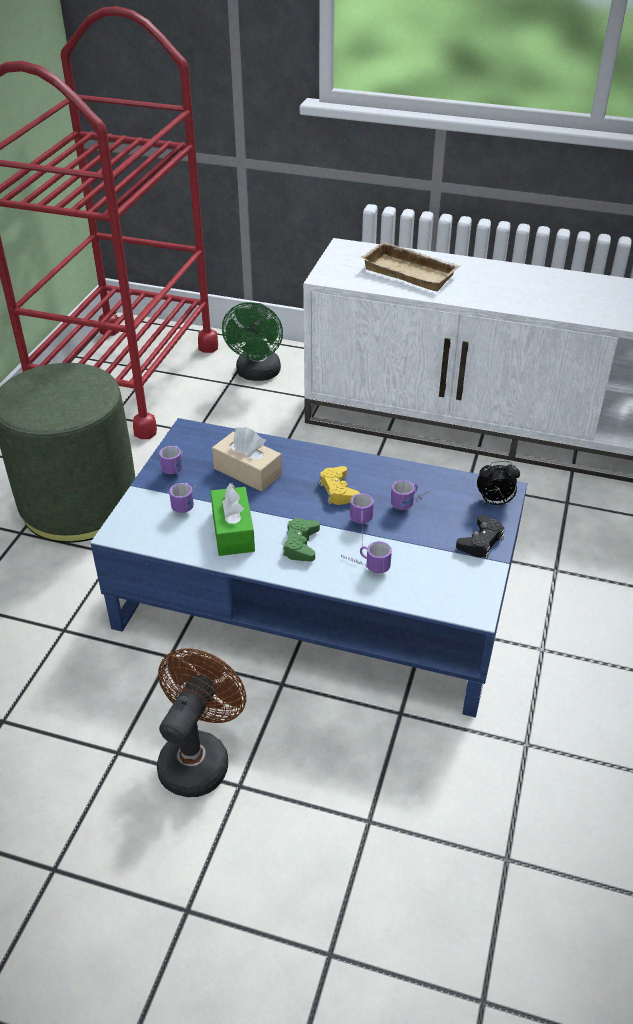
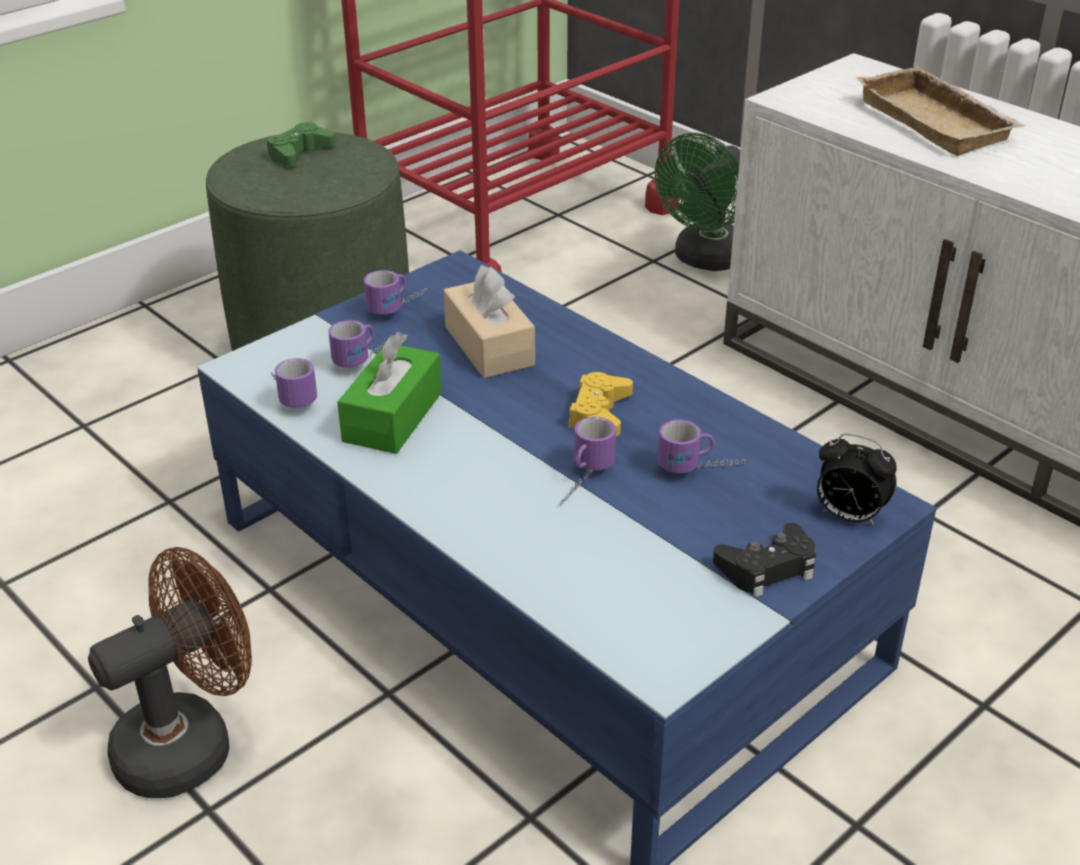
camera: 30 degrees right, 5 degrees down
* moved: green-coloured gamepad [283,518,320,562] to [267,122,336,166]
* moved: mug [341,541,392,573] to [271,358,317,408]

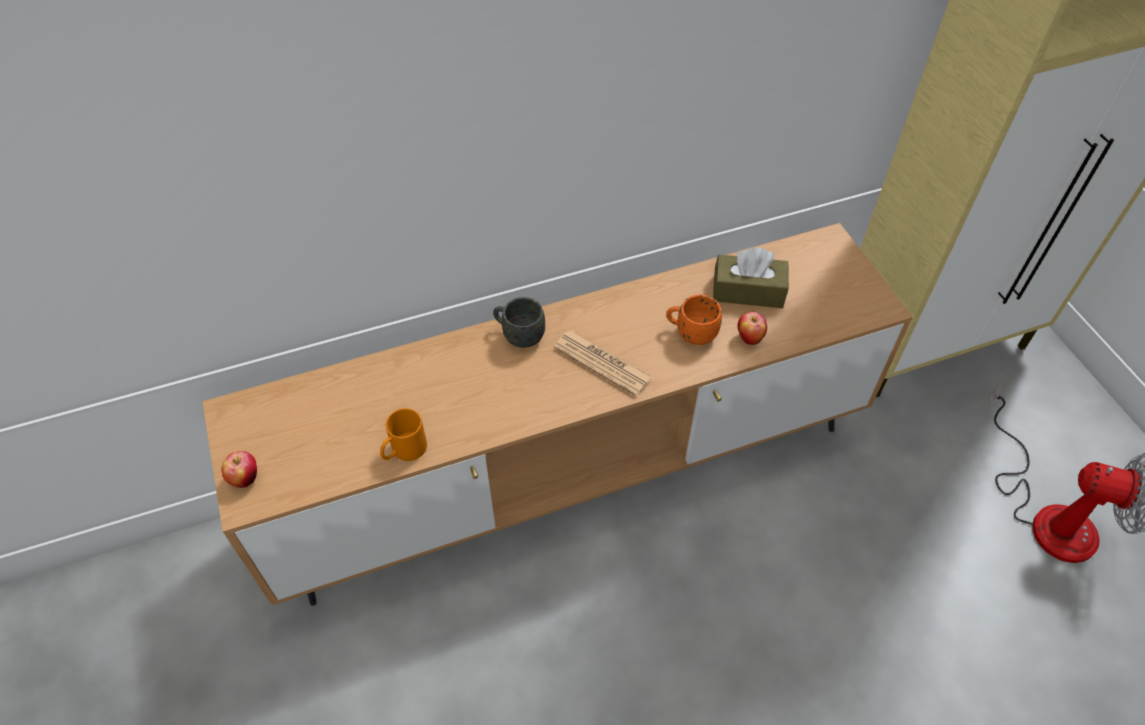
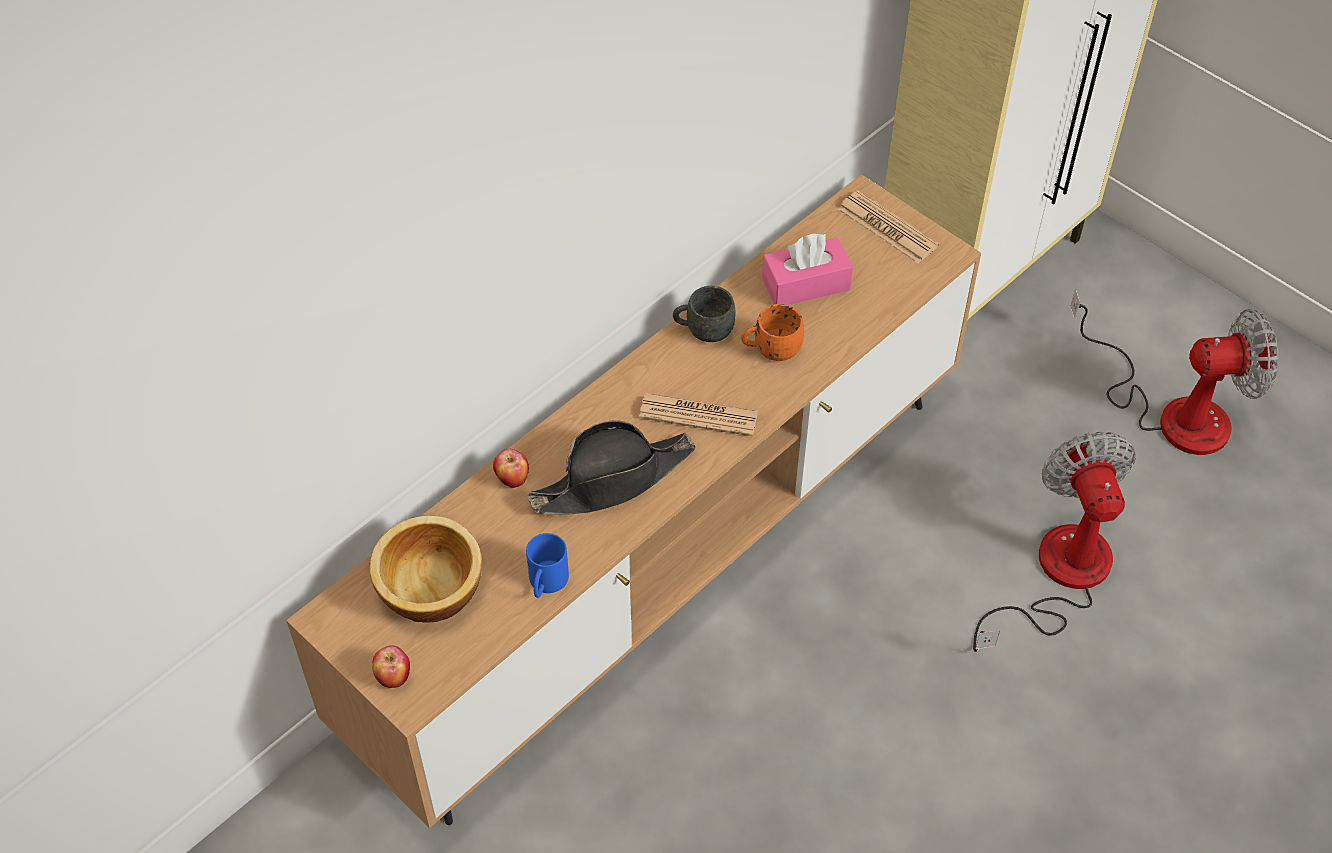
camera: 25 degrees left, 0 degrees up
* added: bowl [369,516,482,623]
* moved: whole apple [738,312,767,345] to [493,449,529,488]
* recoloured: orange mug [380,408,427,461] to blue-coloured mug [526,533,569,598]
* added: blackish wearable hat [528,420,696,515]
* moved: gray mug [493,297,545,348] to [673,286,736,342]
* recoloured: brownish tissue box [713,248,789,308] to pink tissue box [762,234,853,305]
* added: daily paper [837,190,939,264]
* added: cooling fan [973,431,1136,652]

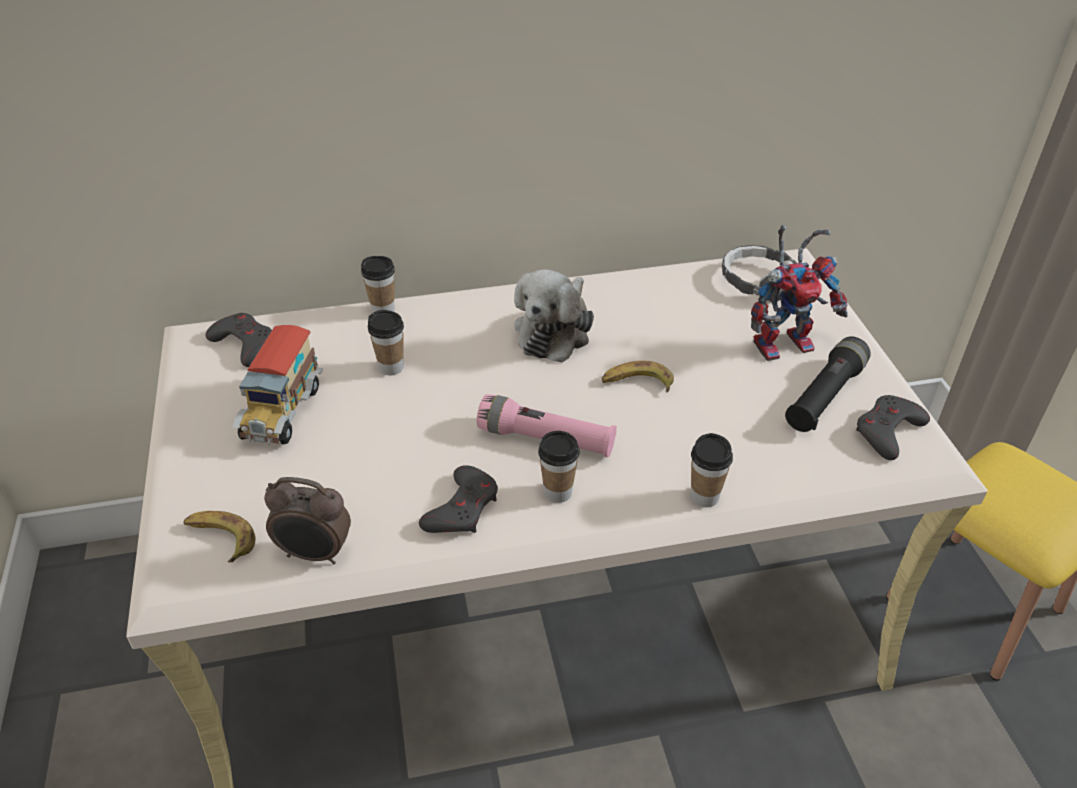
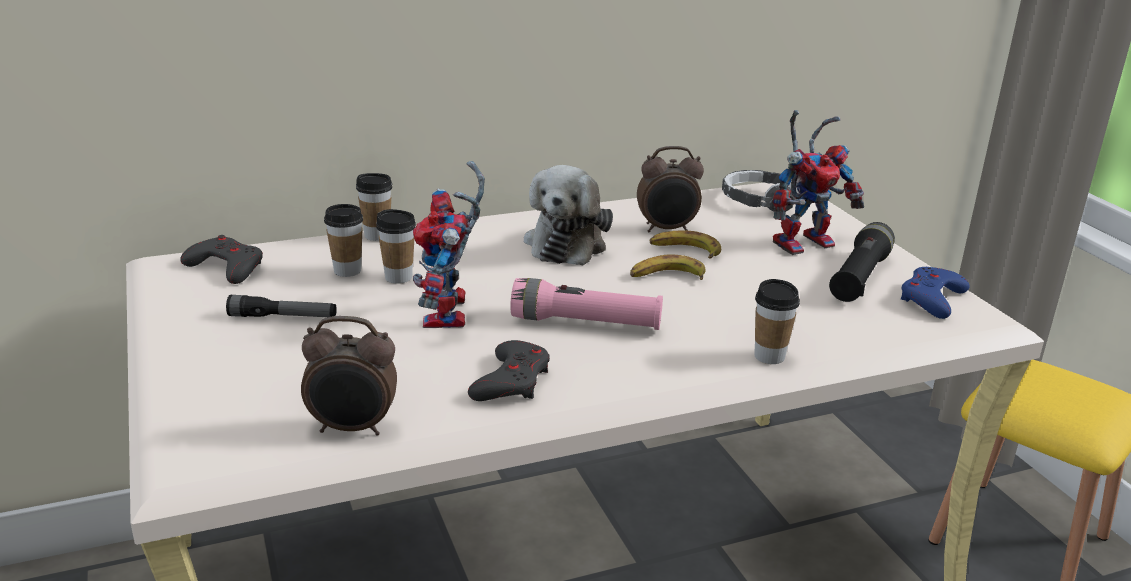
camera: 10 degrees left, 15 degrees down
* replaced: toy truck [232,325,323,445] to hand torch [226,295,337,317]
* moved: cup [538,431,580,503] to [324,204,363,277]
* added: toy robot [413,161,485,328]
* added: table clock [637,146,704,232]
* moved: banana [183,511,255,562] to [650,231,721,259]
* recoloured: gray gamepad [856,395,930,460] to blue-coloured gamepad [901,267,970,319]

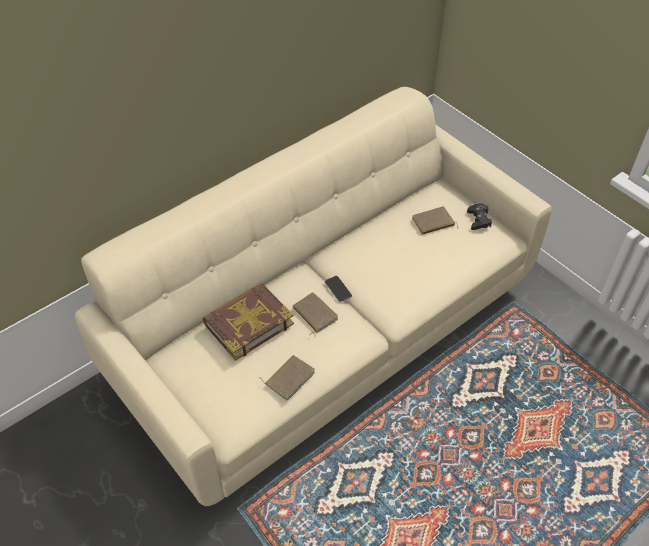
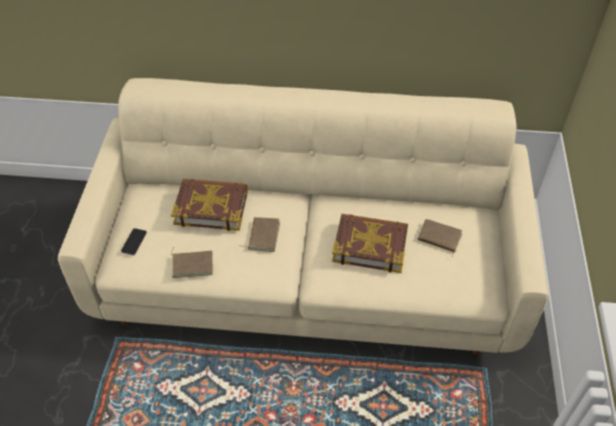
camera: 45 degrees right, 0 degrees up
* moved: handset [325,276,352,302] to [121,228,147,256]
* added: bound book [332,214,408,273]
* removed: blackish gamepad [467,203,492,230]

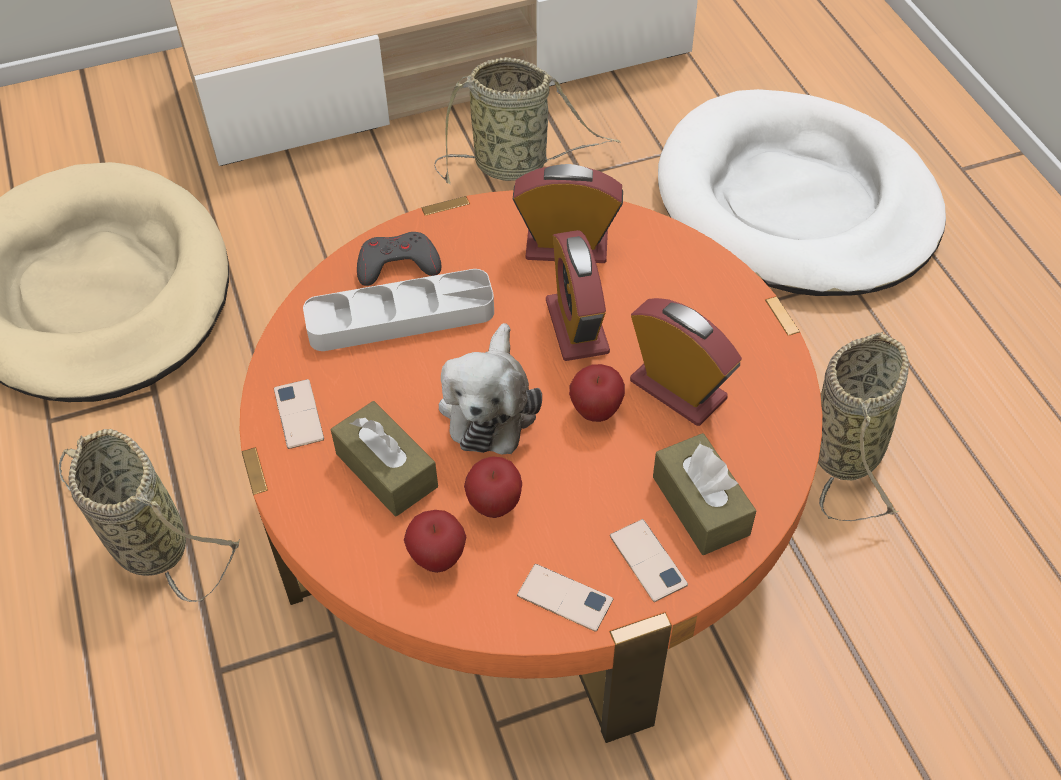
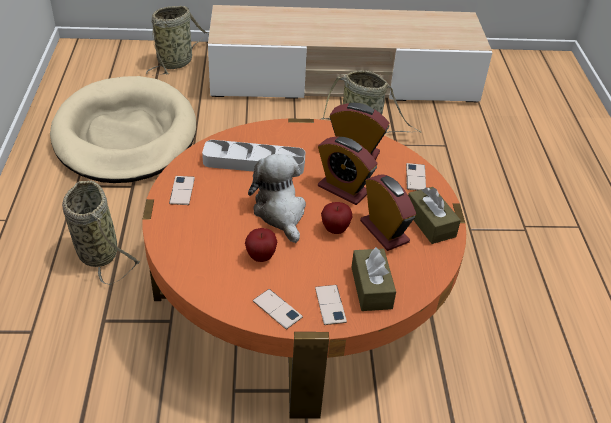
camera: 15 degrees right, 10 degrees down
* moved: storage basket [818,332,909,521] to [146,6,209,75]
* turned: soft toy [439,323,542,455] = [248,154,306,243] 135 degrees clockwise
* turned: table clock [546,230,610,361] = [318,136,378,205] 60 degrees counterclockwise
* added: handset [406,163,426,191]
* moved: brownish tissue box [331,401,438,516] to [408,187,461,244]
* removed: gray gamepad [357,232,441,286]
* removed: whole apple [404,510,467,573]
* removed: whitish dog bed [658,89,946,296]

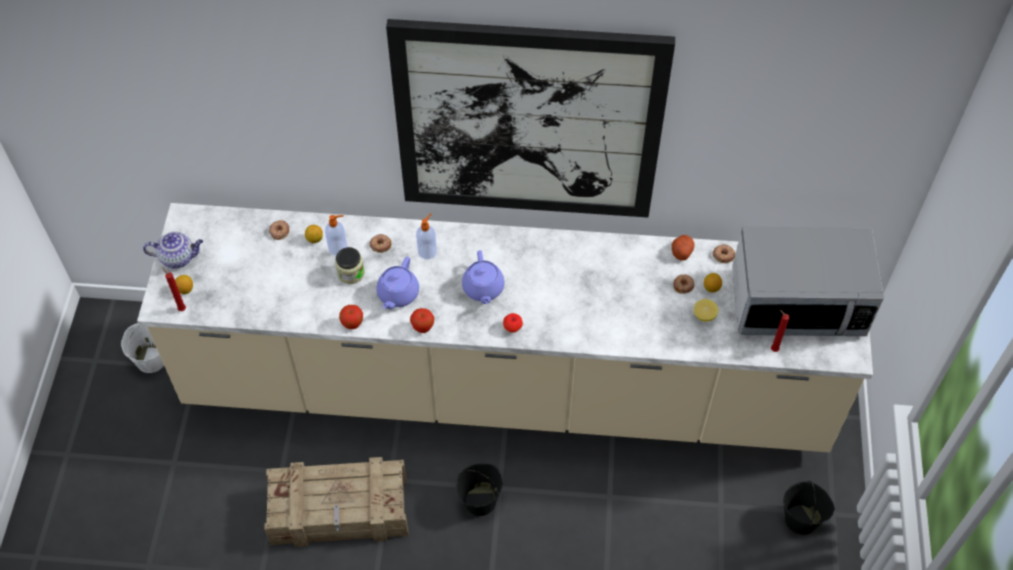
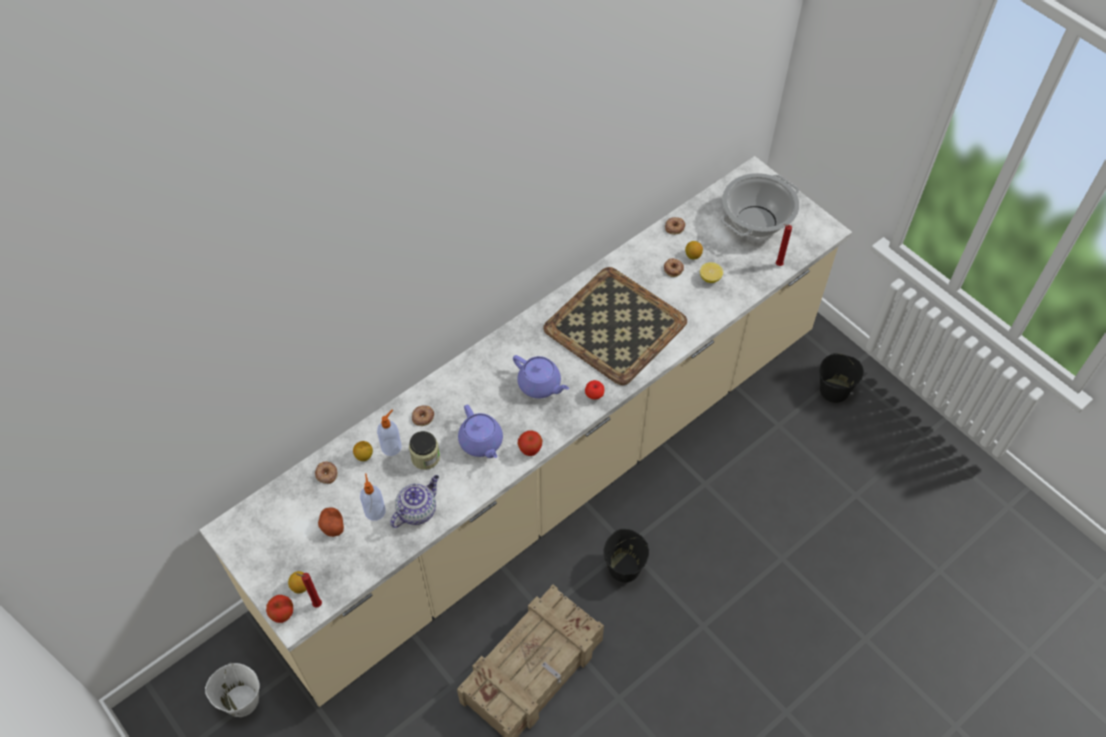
camera: 45 degrees left, 0 degrees up
* moved: whole apple [339,305,363,329] to [266,595,293,623]
* moved: spud [672,235,694,261] to [318,507,344,537]
* moved: liquid soap bottle [416,213,437,259] to [360,473,386,521]
* moved: tea pot [143,232,203,269] to [390,475,439,528]
* added: tray [543,267,687,385]
* replaced: microwave oven [732,227,884,336] to stockpot [721,173,800,237]
* removed: wall art [386,19,675,218]

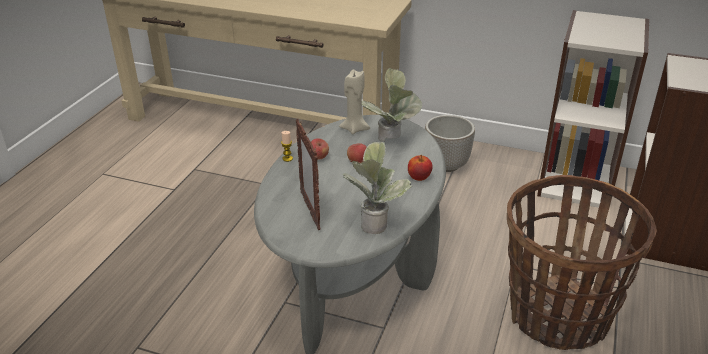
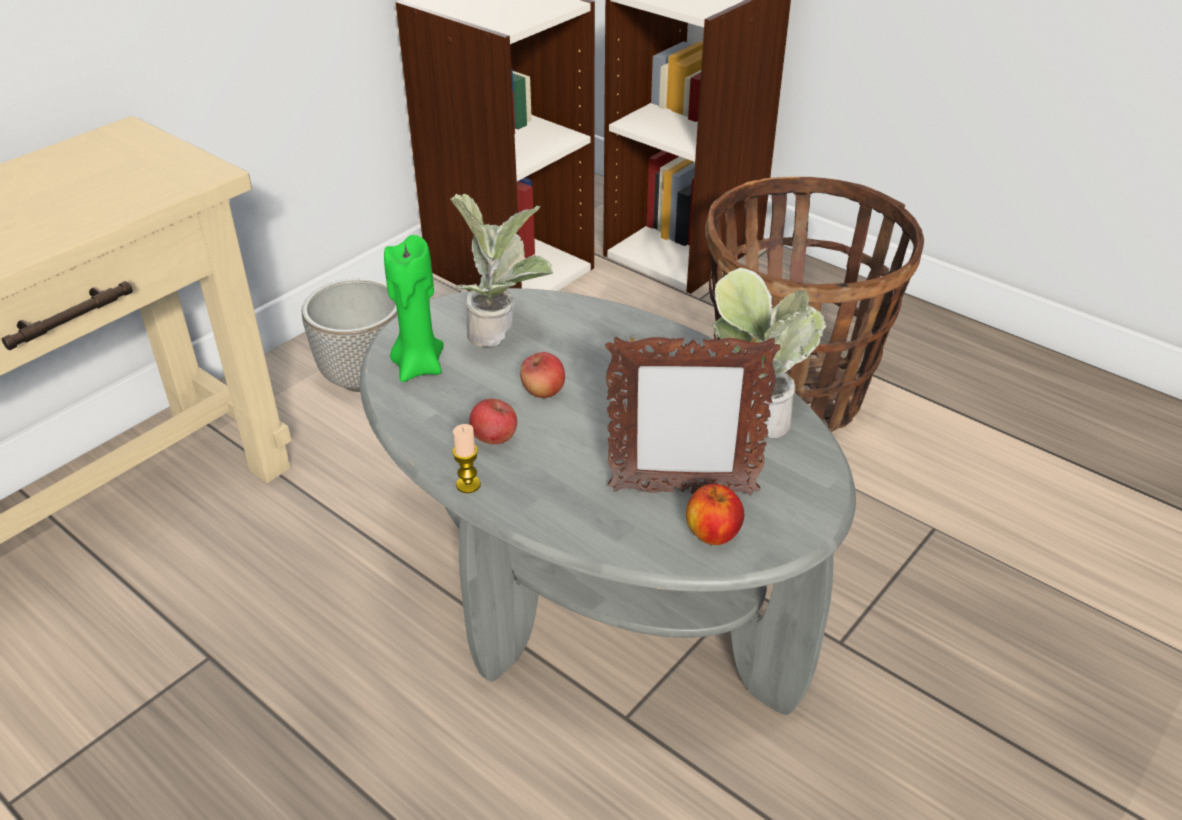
camera: 70 degrees left, 5 degrees up
* recoloured: beige-coloured wax candle [339,70,370,134] to green-coloured wax candle [384,235,444,382]
* moved: whole apple [408,155,432,181] to [686,484,744,545]

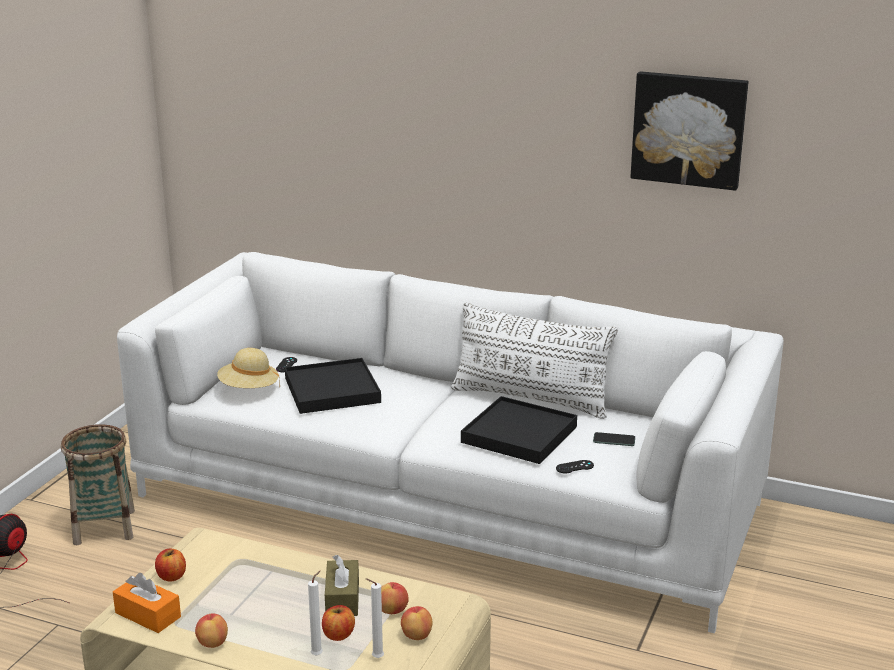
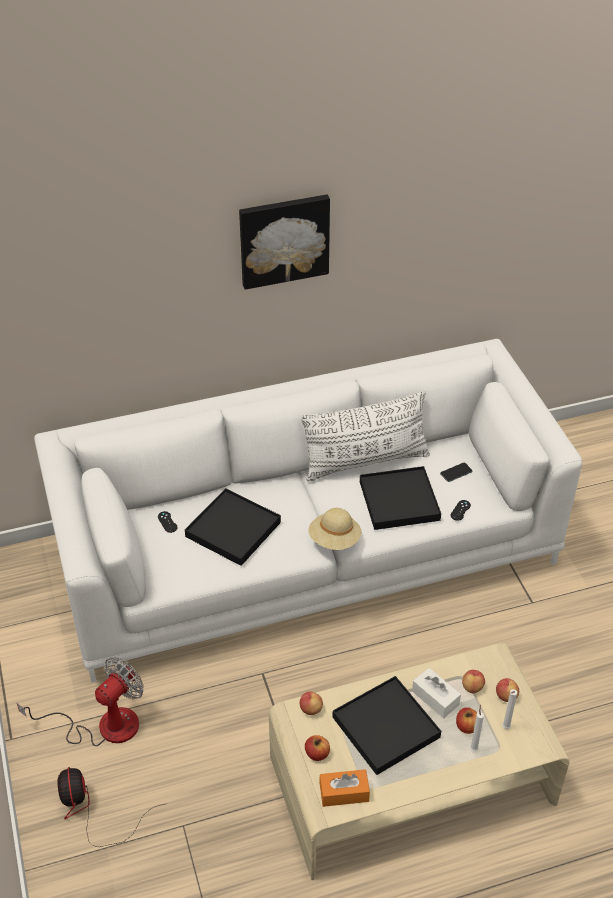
camera: 40 degrees left, 20 degrees up
* replaced: storage basket [61,424,135,545] to cooling fan [17,657,144,746]
* moved: wall art [630,71,748,191] to [239,195,330,290]
* moved: whole apple [195,614,228,648] to [299,691,323,715]
* moved: beige-coloured wearable hat [217,348,280,388] to [308,508,361,550]
* added: blackish tray [333,676,441,775]
* recoloured: brownish tissue box [325,555,359,616] to whitish tissue box [412,668,461,718]

